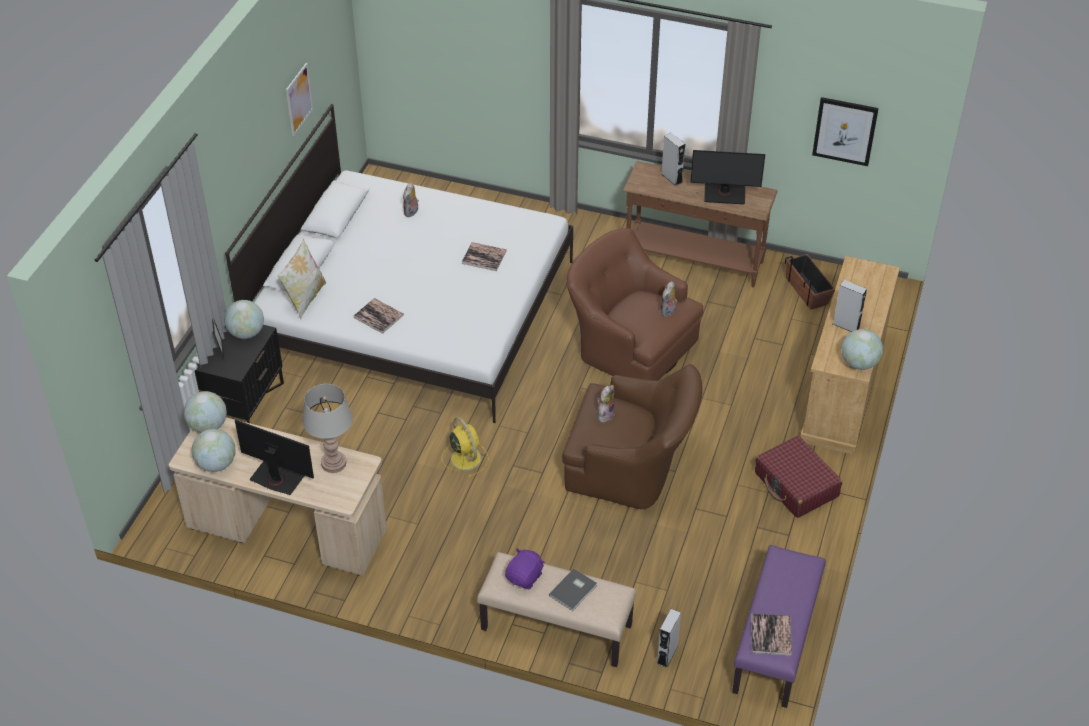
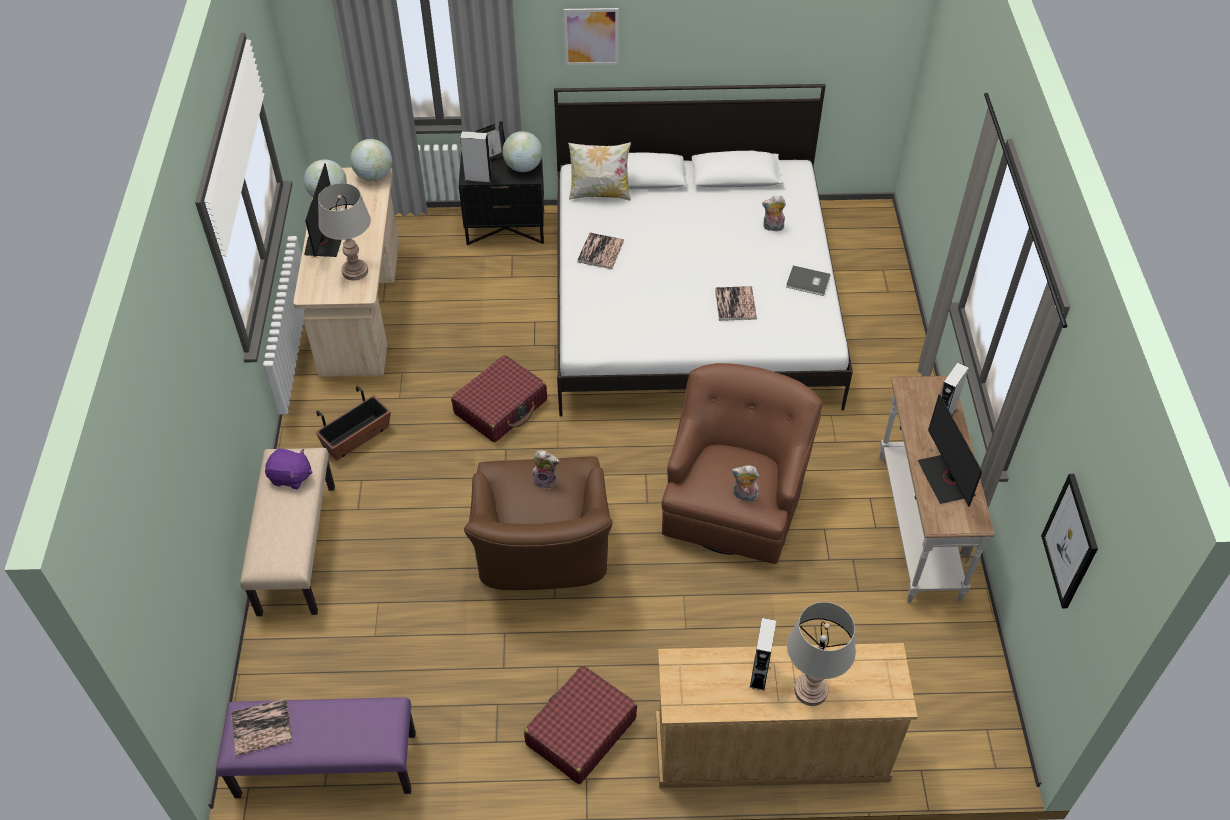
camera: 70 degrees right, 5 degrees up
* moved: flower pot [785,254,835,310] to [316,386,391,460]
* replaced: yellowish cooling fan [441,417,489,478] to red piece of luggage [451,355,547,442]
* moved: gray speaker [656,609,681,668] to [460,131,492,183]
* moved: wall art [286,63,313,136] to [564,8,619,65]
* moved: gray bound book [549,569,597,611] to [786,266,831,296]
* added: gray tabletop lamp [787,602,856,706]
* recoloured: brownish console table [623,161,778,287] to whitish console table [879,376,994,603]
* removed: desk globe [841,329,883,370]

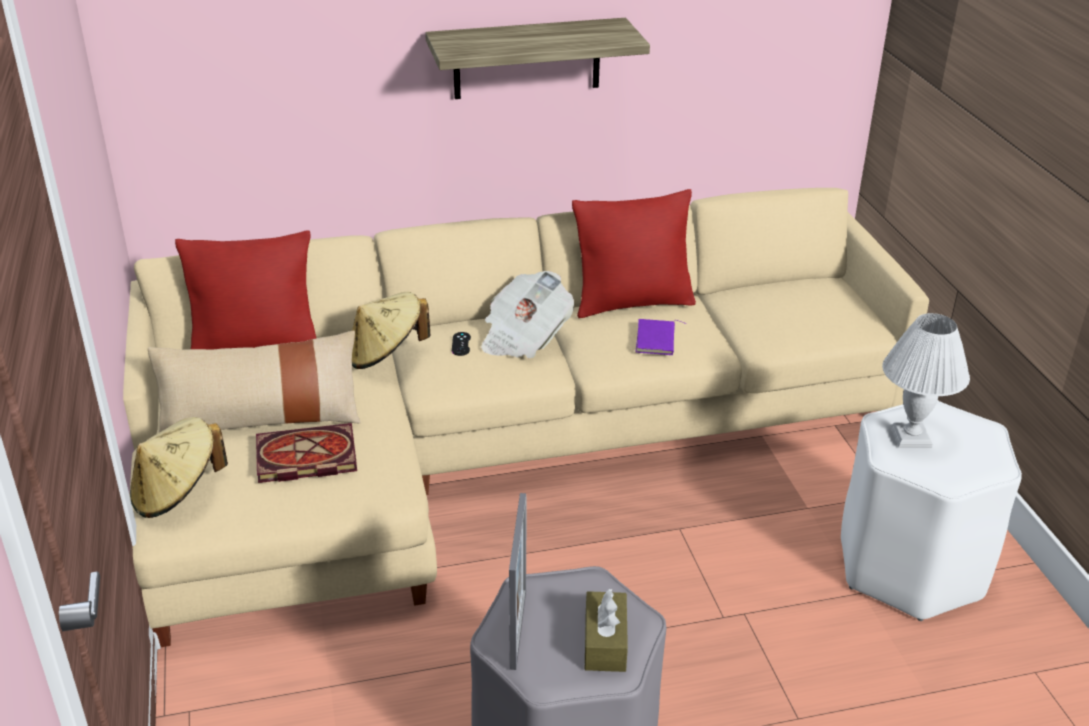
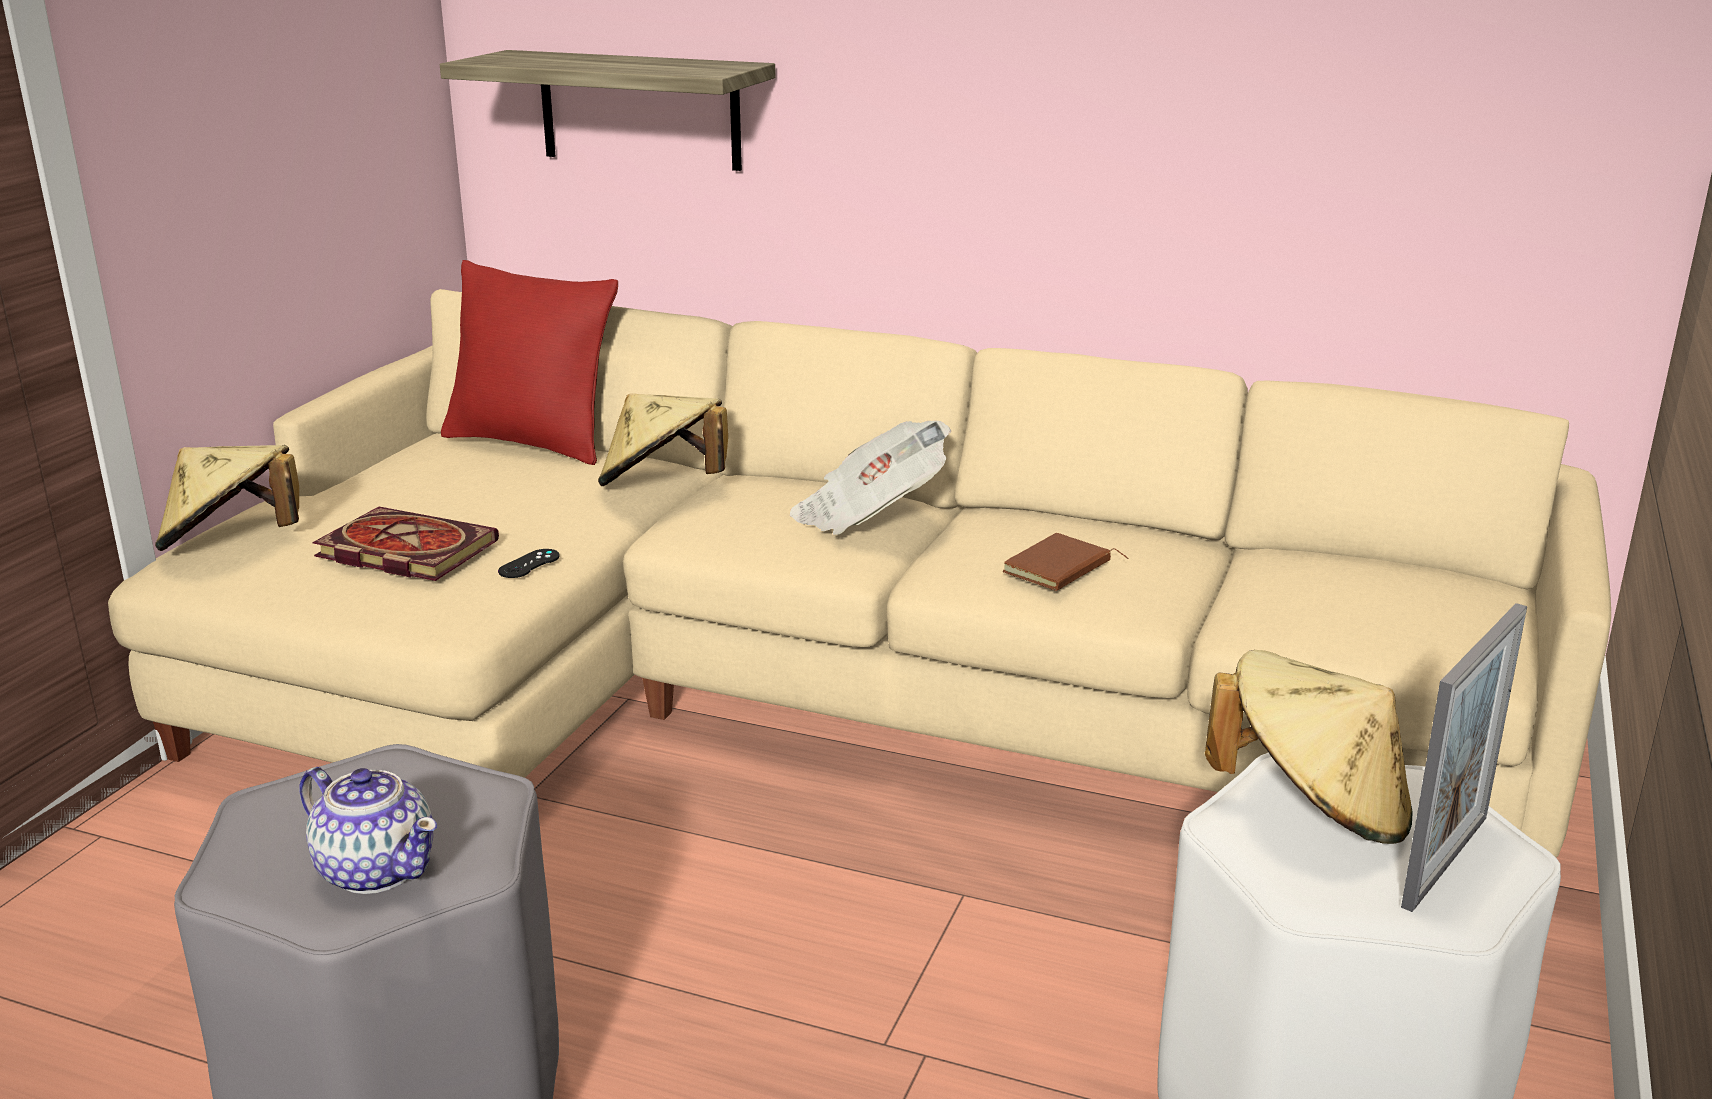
camera: 35 degrees right, 10 degrees down
* replaced: brownish tissue box [585,589,628,672] to tea pot [299,767,437,894]
* moved: bracket shelf [425,18,650,99] to [440,50,776,171]
* moved: blackish gamepad [452,332,471,356] to [498,549,560,578]
* recoloured: purple-coloured bound book [636,319,686,355] to brownish bound book [1003,533,1129,591]
* replaced: whitish tabletop lamp [882,313,970,448] to beige-coloured wearable hat [1205,650,1413,844]
* moved: photo frame [509,493,526,670] to [1401,603,1527,912]
* removed: beige-coloured throw pillow [148,331,361,433]
* removed: red throw pillow [572,189,696,318]

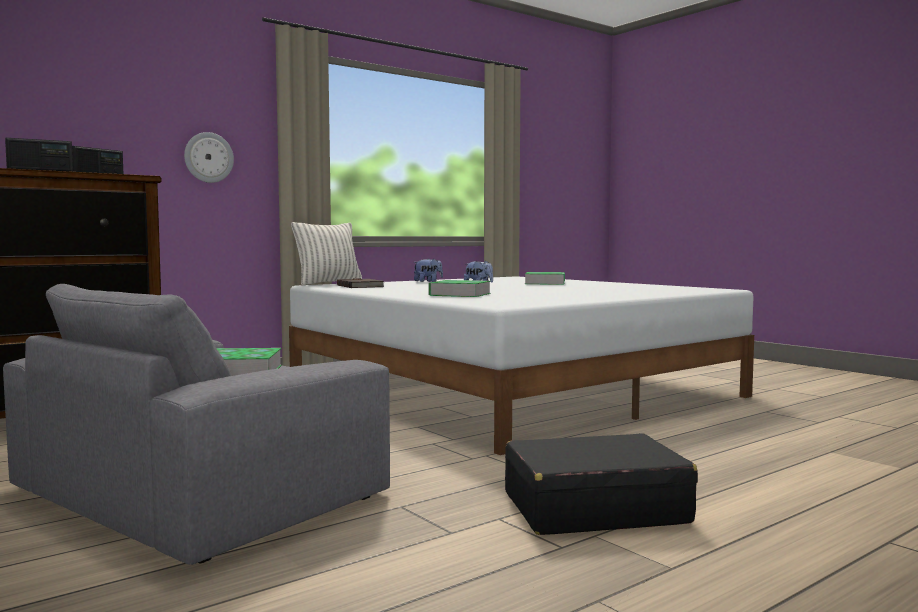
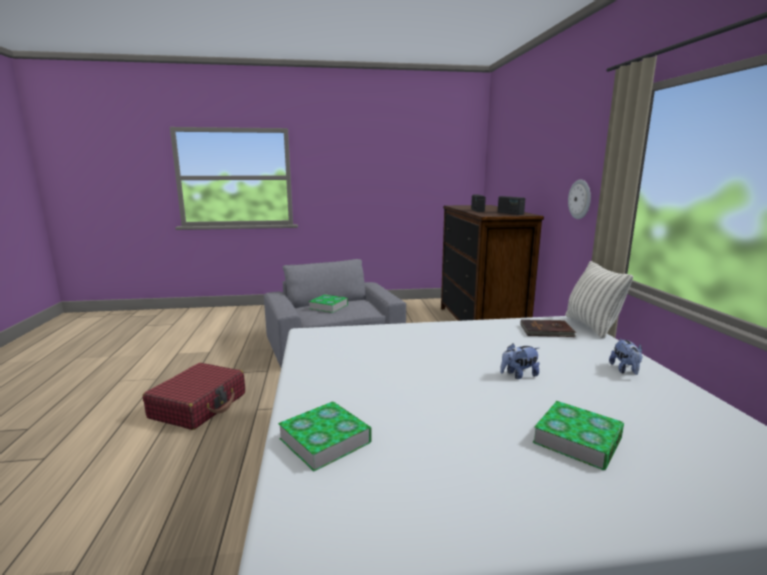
camera: 120 degrees right, 10 degrees up
* recoloured: blackish piece of luggage [505,433,698,535] to red piece of luggage [143,363,245,430]
* moved: bound book [429,280,491,297] to [278,401,372,471]

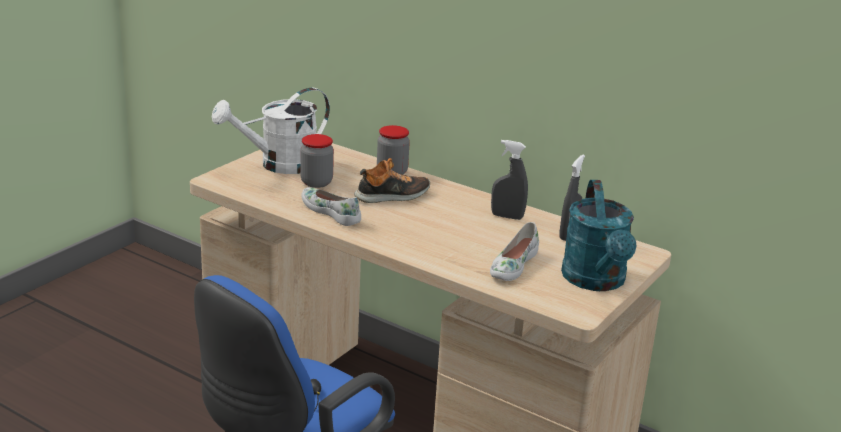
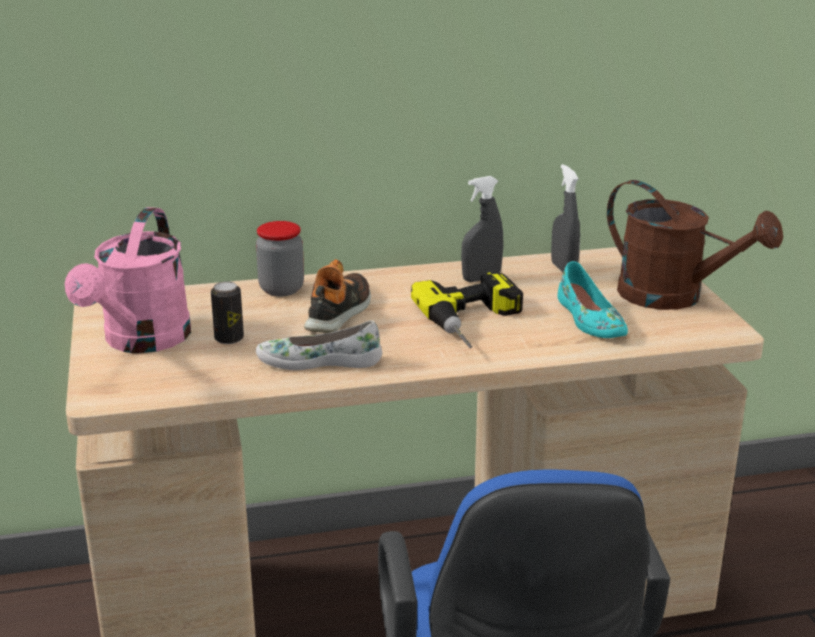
camera: 45 degrees left, 0 degrees up
* recoloured: whitish watering pot [212,87,330,174] to pink watering pot [65,207,191,353]
* replaced: storage jar [300,134,334,188] to sealed can [211,281,244,344]
* added: power drill [411,272,523,349]
* recoloured: whitish item of footwear [490,222,539,281] to turquoise item of footwear [557,261,628,338]
* recoloured: turquoise watering pot [561,180,637,291] to brownish watering pot [607,180,783,310]

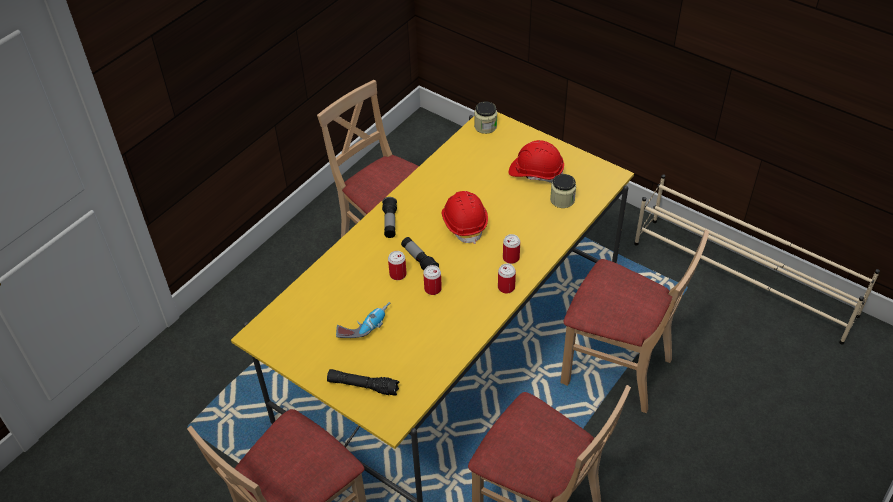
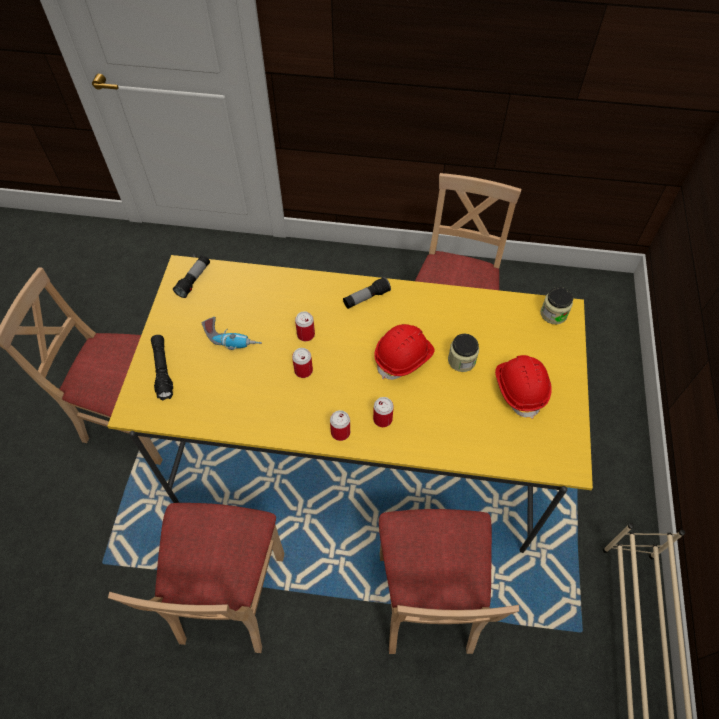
camera: 60 degrees right, 10 degrees up
* moved: hand torch [401,237,439,270] to [173,255,210,298]
* moved: storage jar [550,174,576,208] to [448,334,479,372]

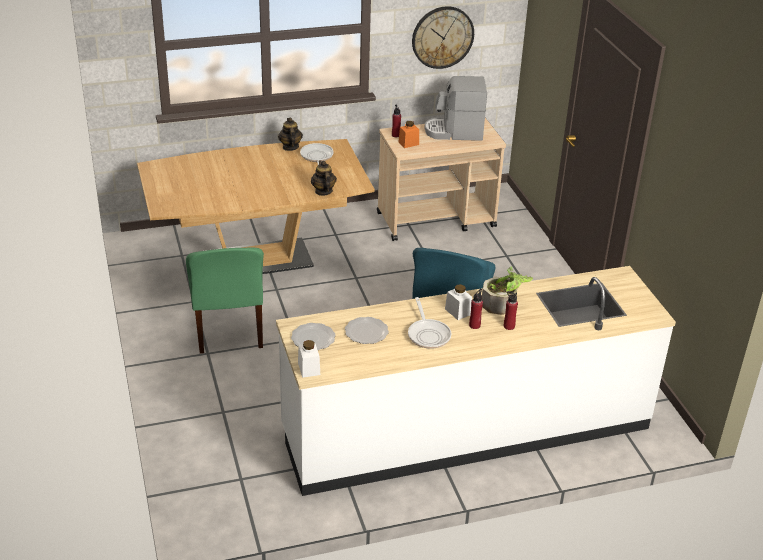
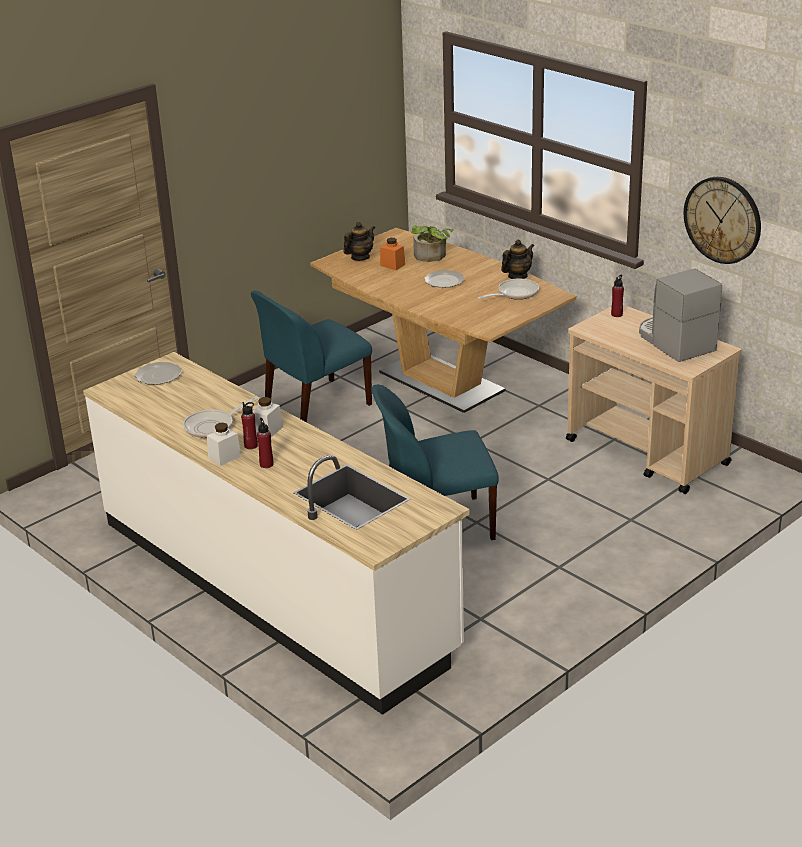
camera: 65 degrees right, 5 degrees down
* moved: whitish storage jar [298,340,320,378] to [207,423,241,466]
* recoloured: green-coloured plain chair [186,248,264,354] to blue-coloured plain chair [251,291,372,422]
* moved: tea pot [311,160,337,196] to [343,222,375,261]
* moved: orange storage jar [398,121,419,148] to [380,238,405,270]
* moved: plant in a pot [482,266,533,315] to [411,225,454,262]
* moved: flat dish [345,317,389,344] to [424,270,464,288]

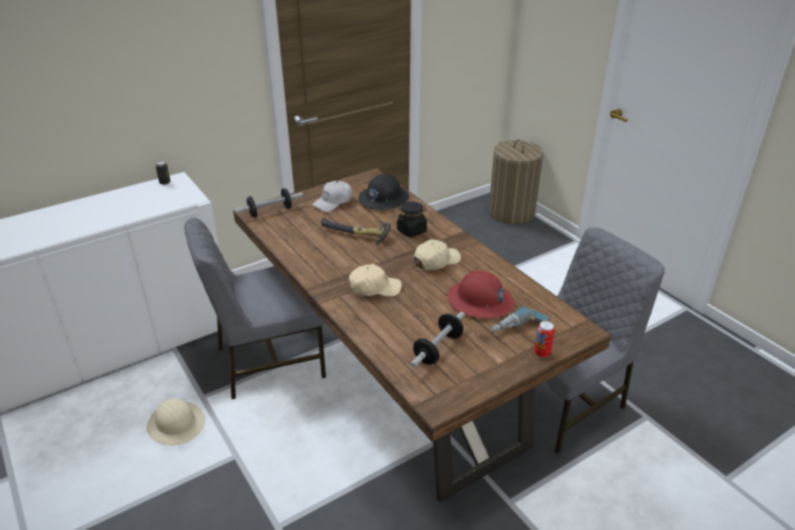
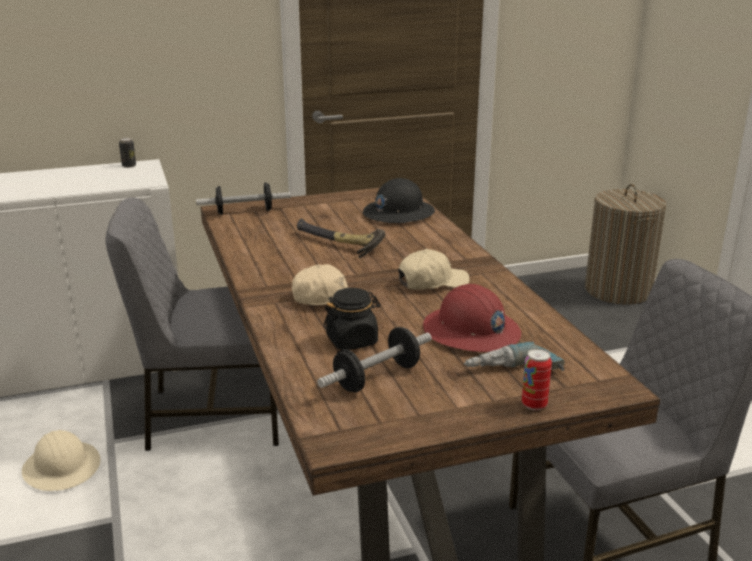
camera: 15 degrees right, 10 degrees down
* moved: blackish storage jar [397,201,427,237] to [324,288,381,350]
* removed: whitish baseball cap [312,181,352,212]

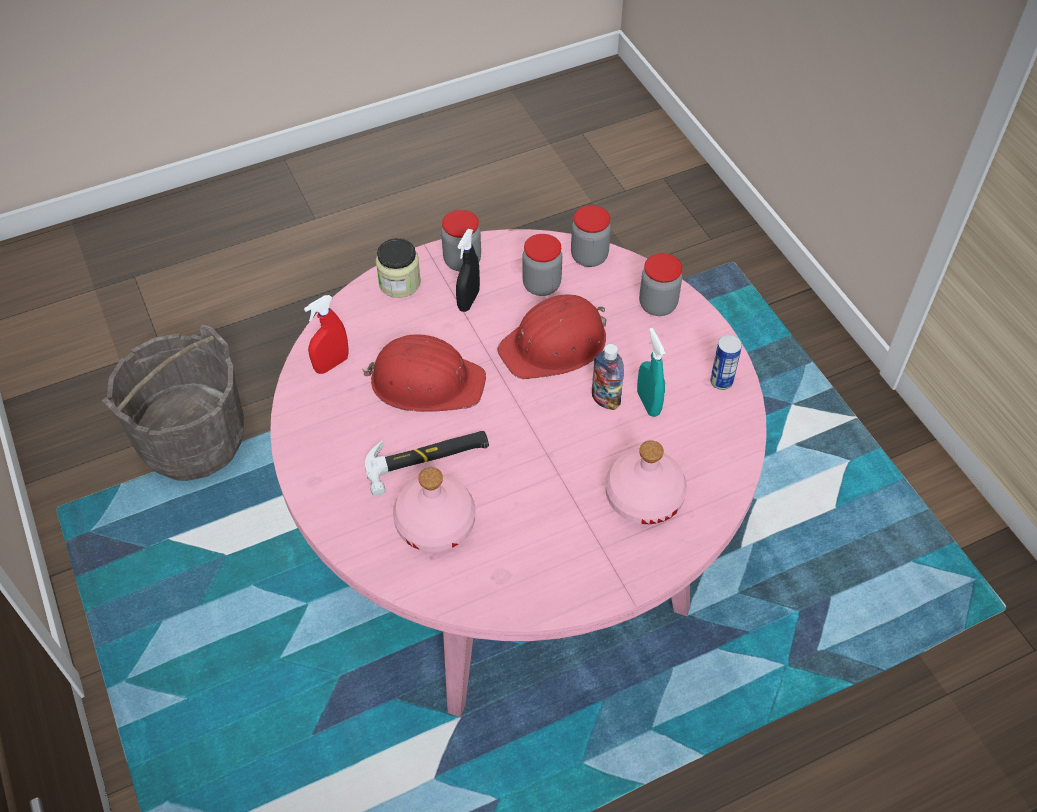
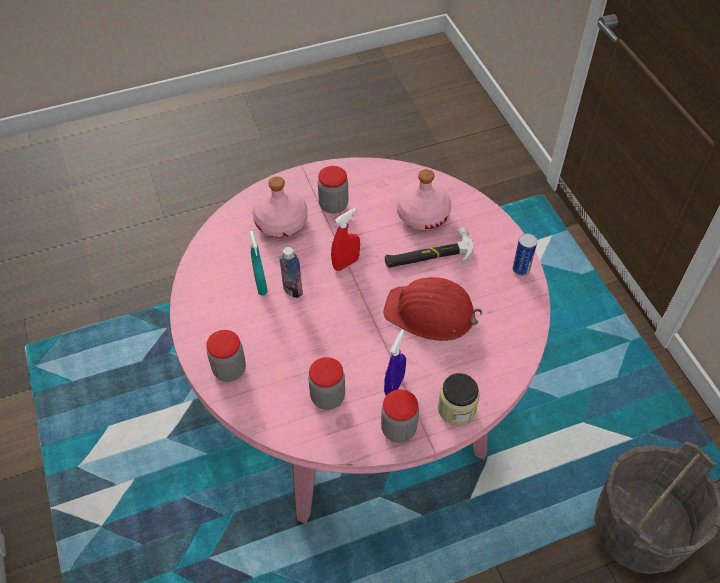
camera: 175 degrees left, 0 degrees up
* moved: storage jar [571,205,611,267] to [318,166,349,214]
* moved: red hand sprayer [304,295,348,374] to [331,208,360,271]
* recoloured: blackish hand sprayer [456,229,480,312] to blue-coloured hand sprayer [384,330,406,395]
* moved: sealed can [710,335,742,390] to [512,233,537,276]
* removed: red safety helmet [498,295,607,379]

